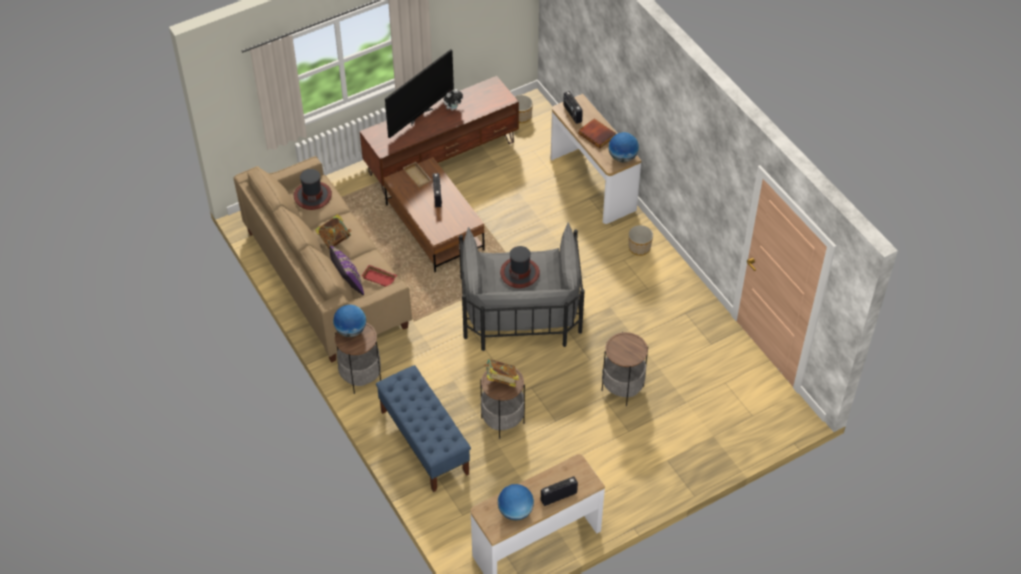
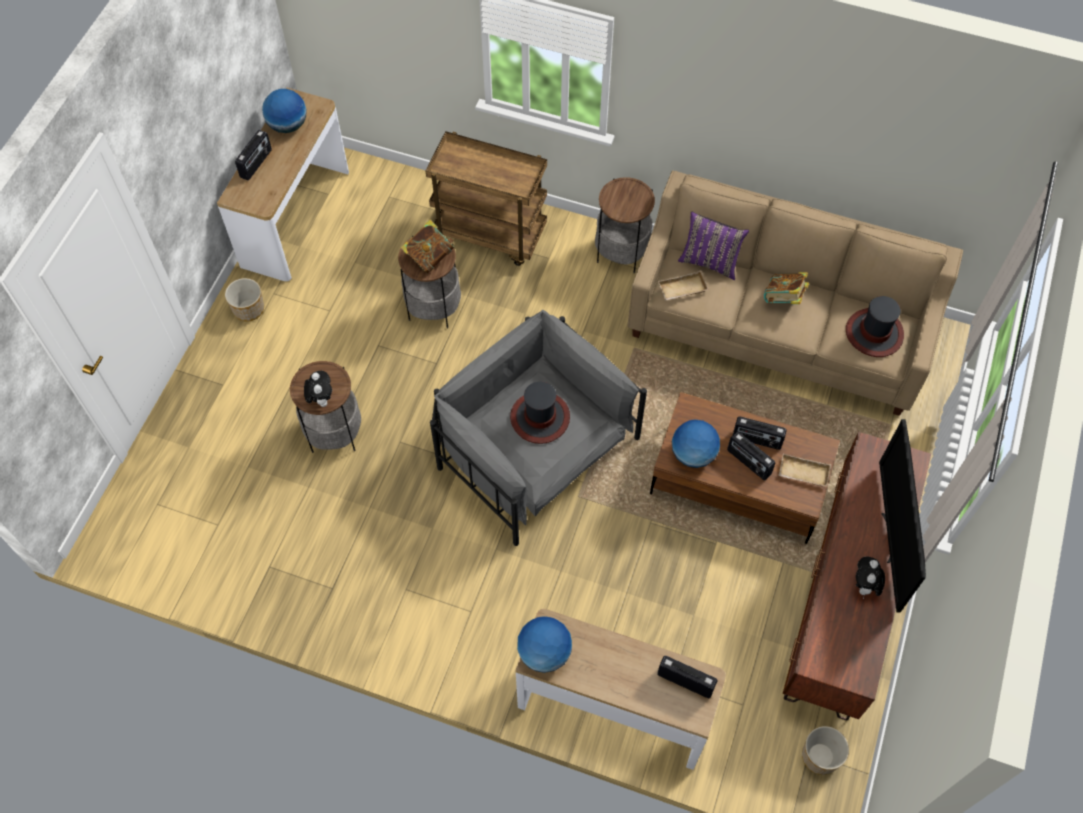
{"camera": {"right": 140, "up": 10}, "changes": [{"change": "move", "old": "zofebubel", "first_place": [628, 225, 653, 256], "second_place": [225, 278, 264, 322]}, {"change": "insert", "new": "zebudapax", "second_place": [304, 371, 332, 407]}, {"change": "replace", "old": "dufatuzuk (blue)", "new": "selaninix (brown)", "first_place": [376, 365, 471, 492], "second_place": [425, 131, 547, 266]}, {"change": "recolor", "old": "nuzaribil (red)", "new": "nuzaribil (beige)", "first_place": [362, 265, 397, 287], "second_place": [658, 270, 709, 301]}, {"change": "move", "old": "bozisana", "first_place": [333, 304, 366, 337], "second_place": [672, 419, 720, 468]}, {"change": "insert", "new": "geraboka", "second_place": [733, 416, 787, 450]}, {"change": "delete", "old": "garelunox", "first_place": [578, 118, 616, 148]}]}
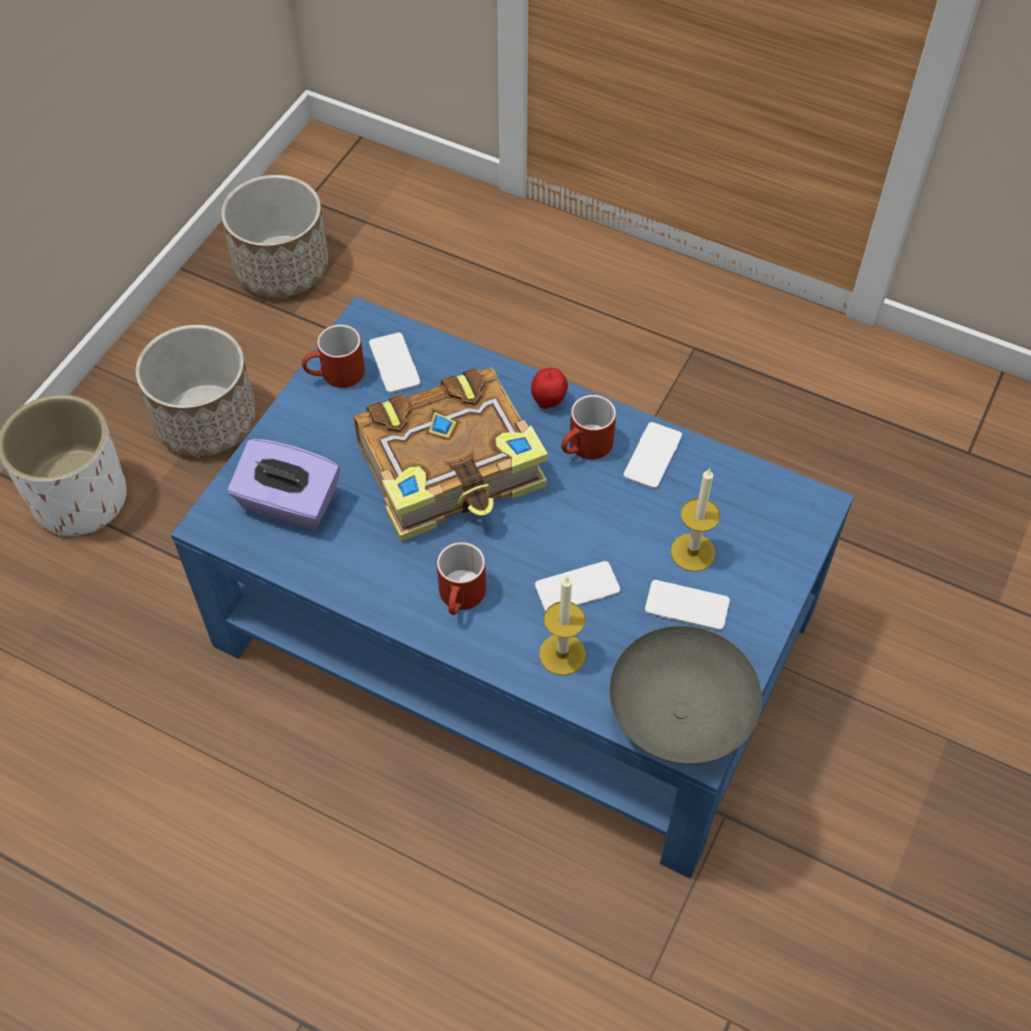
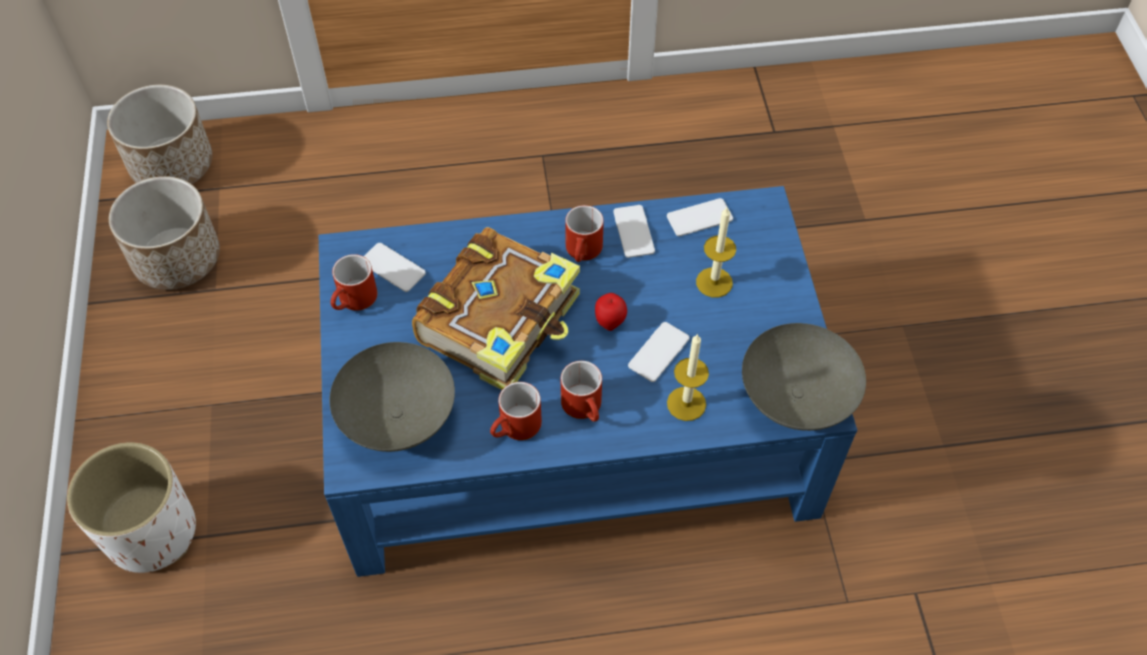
{"camera": {"right": -35, "up": 0}, "changes": [{"change": "move", "old": "zofebubel", "first_place": [135, 325, 256, 457], "second_place": [107, 85, 212, 184]}, {"change": "replace", "old": "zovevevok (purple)", "new": "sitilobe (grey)", "first_place": [228, 439, 340, 530], "second_place": [329, 342, 455, 452]}, {"change": "insert", "new": "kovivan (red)", "second_place": [490, 382, 542, 440]}, {"change": "move", "old": "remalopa", "first_place": [531, 368, 568, 409], "second_place": [595, 293, 627, 331]}, {"change": "move", "old": "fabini", "first_place": [645, 580, 730, 630], "second_place": [667, 198, 733, 236]}]}
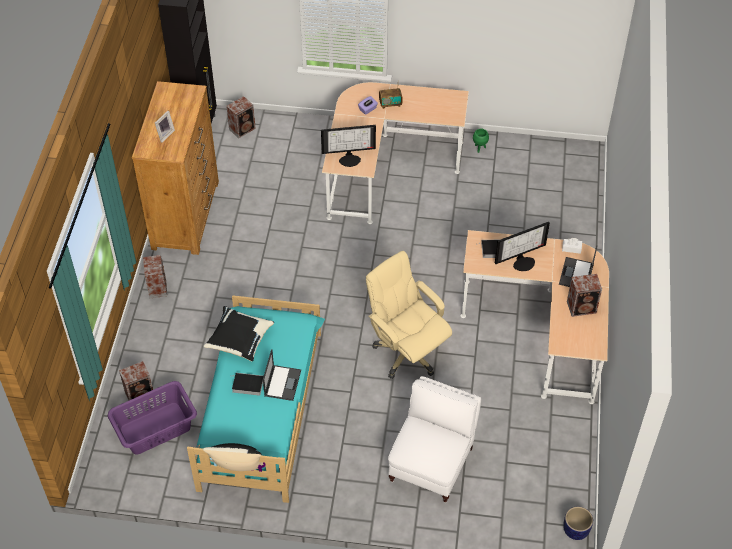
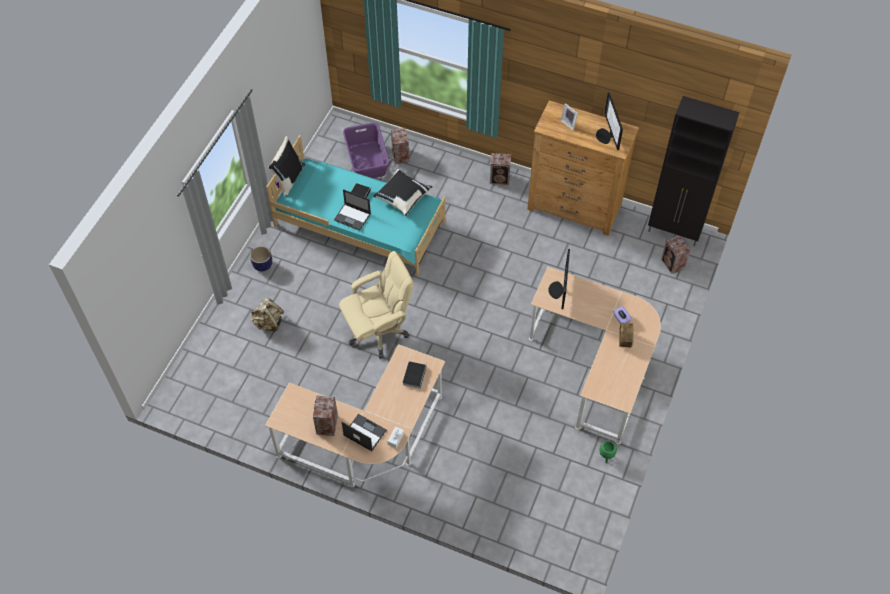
{"camera": {"right": 105, "up": 5}, "changes": [{"change": "move", "old": "zofebubel", "first_place": [563, 506, 593, 540], "second_place": [250, 246, 272, 271]}, {"change": "replace", "old": "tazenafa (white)", "new": "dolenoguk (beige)", "first_place": [388, 376, 481, 503], "second_place": [251, 298, 284, 332]}, {"change": "move", "old": "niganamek", "first_place": [495, 222, 550, 271], "second_place": [596, 92, 623, 150]}]}
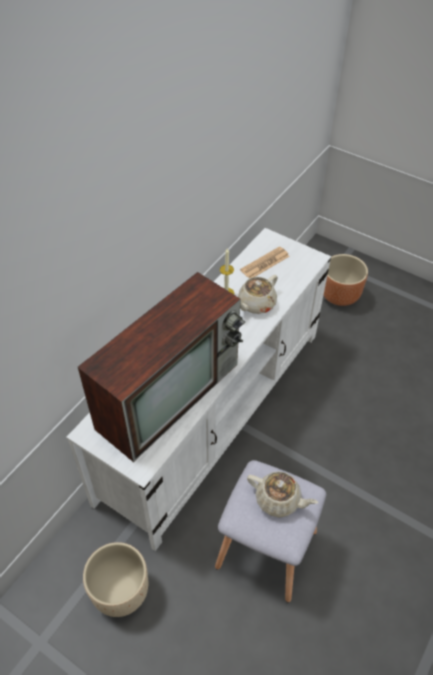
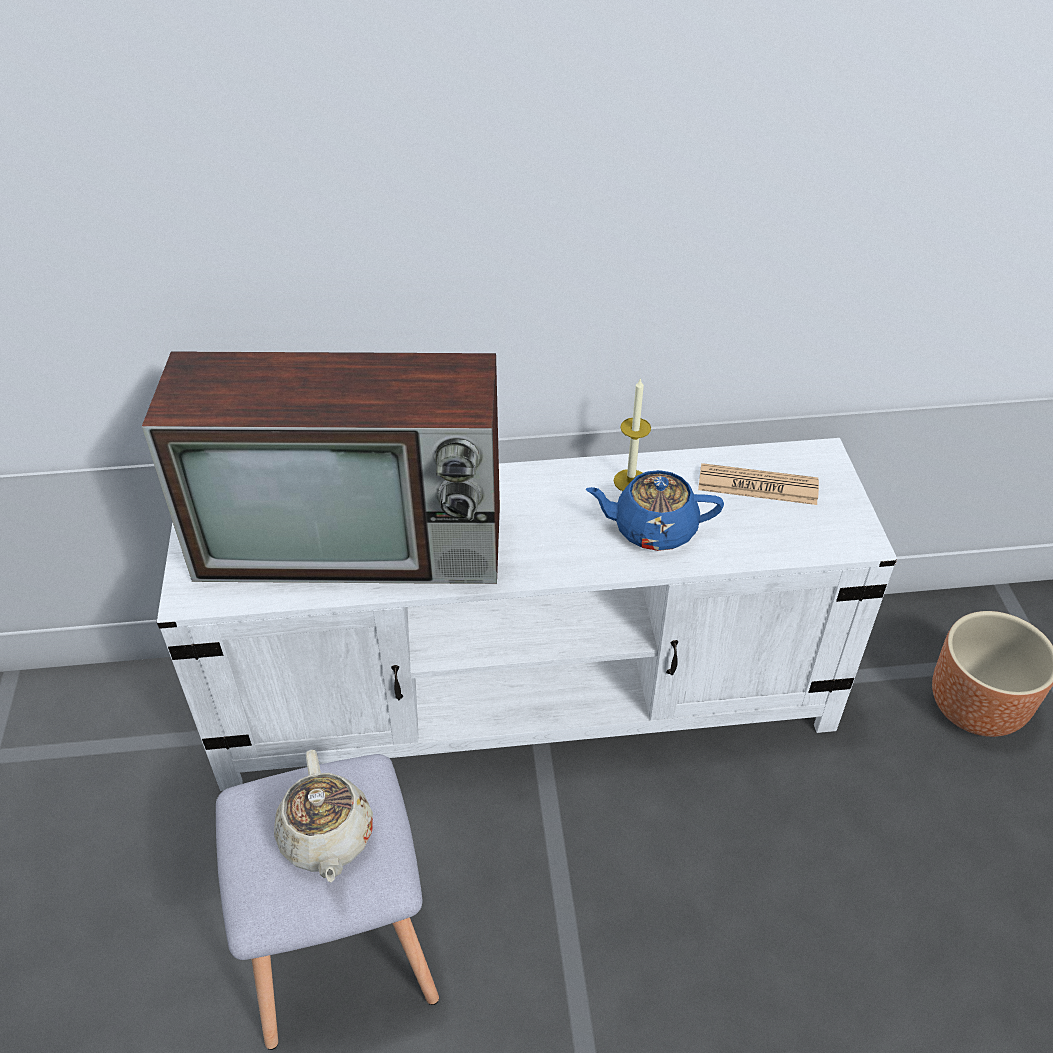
{"camera": {"right": 50, "up": -5}, "changes": [{"change": "recolor", "old": "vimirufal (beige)", "new": "vimirufal (blue)", "first_place": [238, 275, 278, 314], "second_place": [585, 470, 724, 551]}, {"change": "delete", "old": "zofebubel (beige)", "first_place": [83, 542, 148, 617]}]}
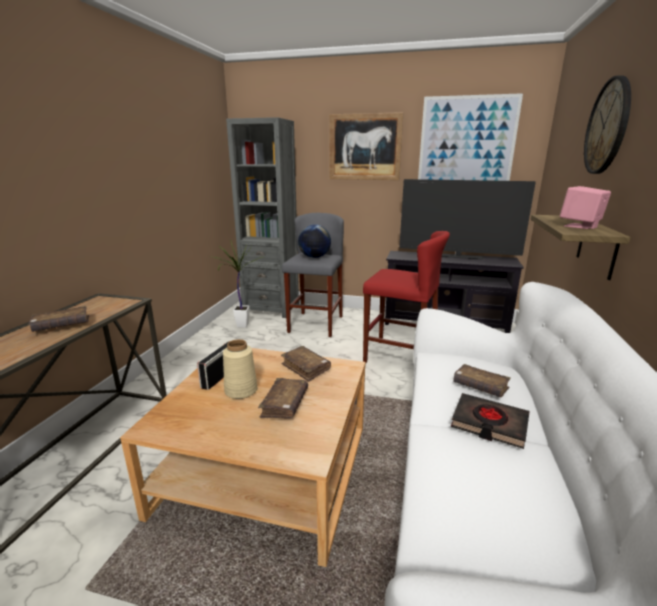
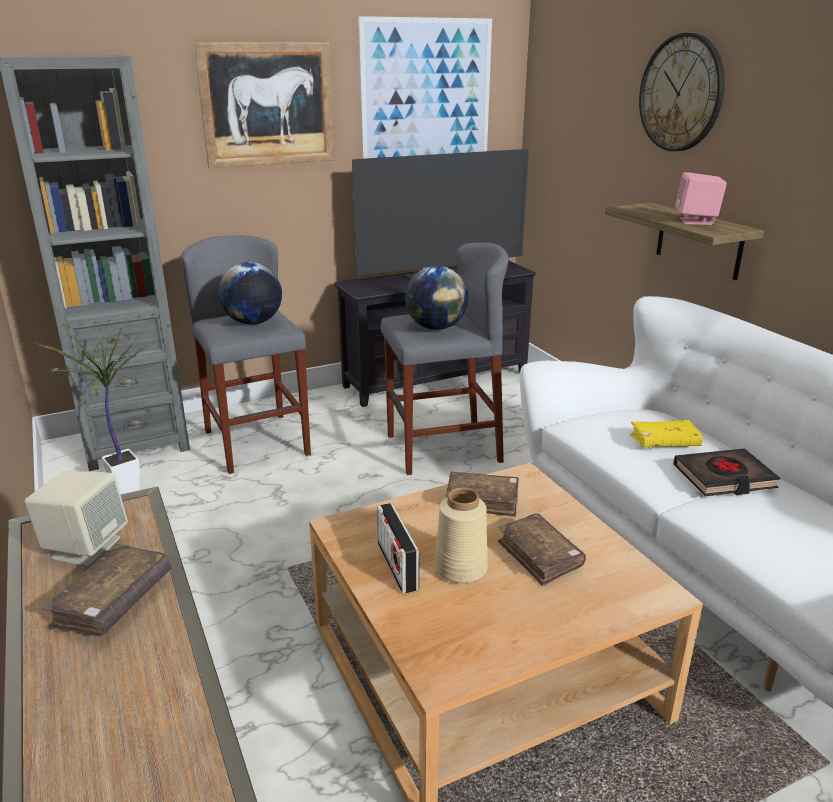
{"camera": {"right": -40, "up": 5}, "changes": [{"change": "insert", "new": "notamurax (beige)", "second_place": [24, 471, 128, 567]}, {"change": "recolor", "old": "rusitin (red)", "new": "rusitin (grey)", "first_place": [363, 231, 450, 363], "second_place": [381, 243, 508, 475]}, {"change": "insert", "new": "bozisana", "second_place": [405, 266, 468, 330]}, {"change": "recolor", "old": "garelunox (brown)", "new": "garelunox (yellow)", "first_place": [453, 364, 511, 397], "second_place": [630, 420, 703, 447]}]}
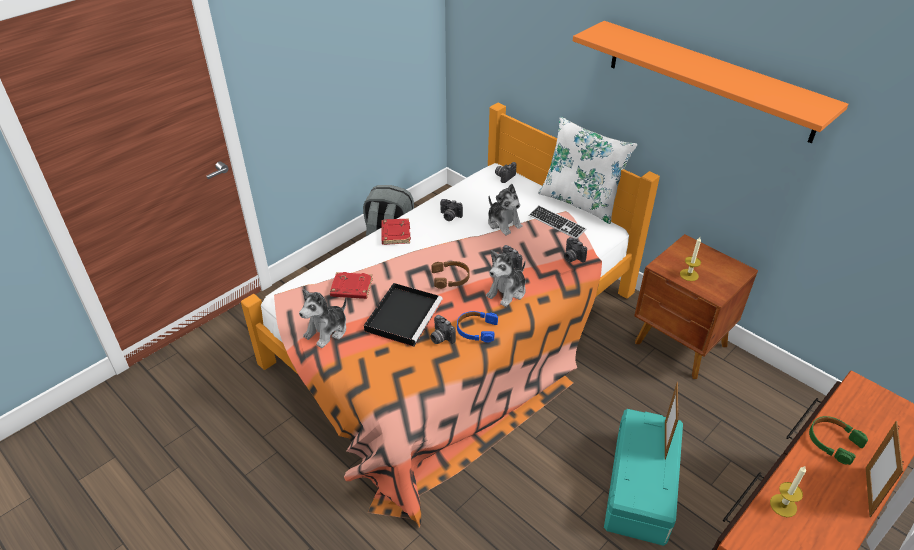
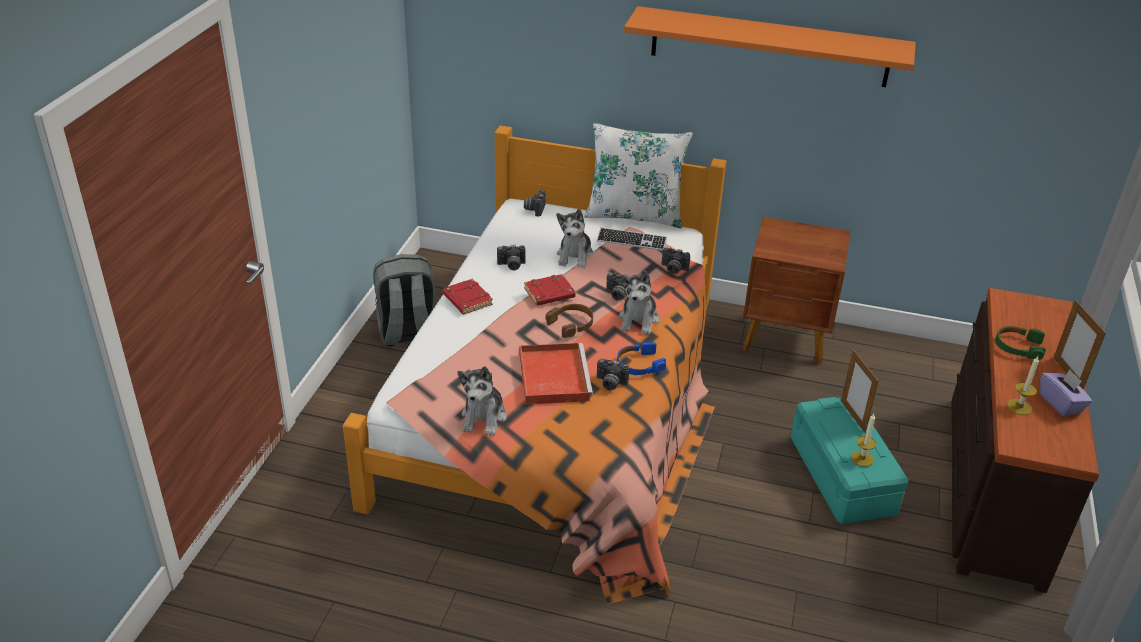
{"camera": {"right": -30, "up": -5}, "changes": [{"change": "recolor", "old": "nuzaribil (black)", "new": "nuzaribil (red)", "first_place": [364, 283, 443, 347], "second_place": [519, 343, 593, 405]}, {"change": "move", "old": "garelunox (red)", "first_place": [330, 272, 373, 299], "second_place": [524, 274, 576, 306]}, {"change": "rotate", "old": "zebudapax", "first_place": [488, 184, 523, 235], "second_place": [556, 209, 593, 268], "degrees": 75}, {"change": "move", "old": "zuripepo", "first_place": [680, 237, 701, 281], "second_place": [851, 414, 876, 467]}, {"change": "insert", "new": "zovevevok (purple)", "second_place": [1040, 369, 1092, 417]}]}
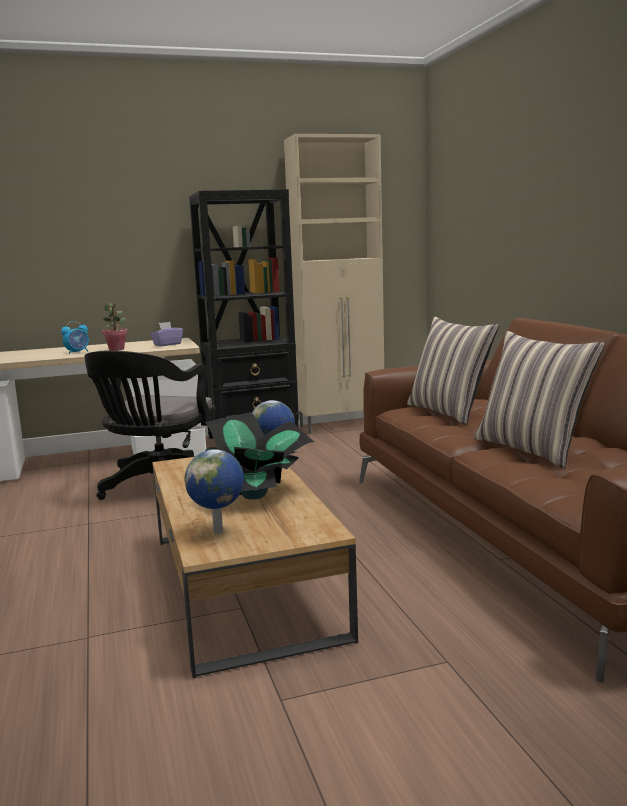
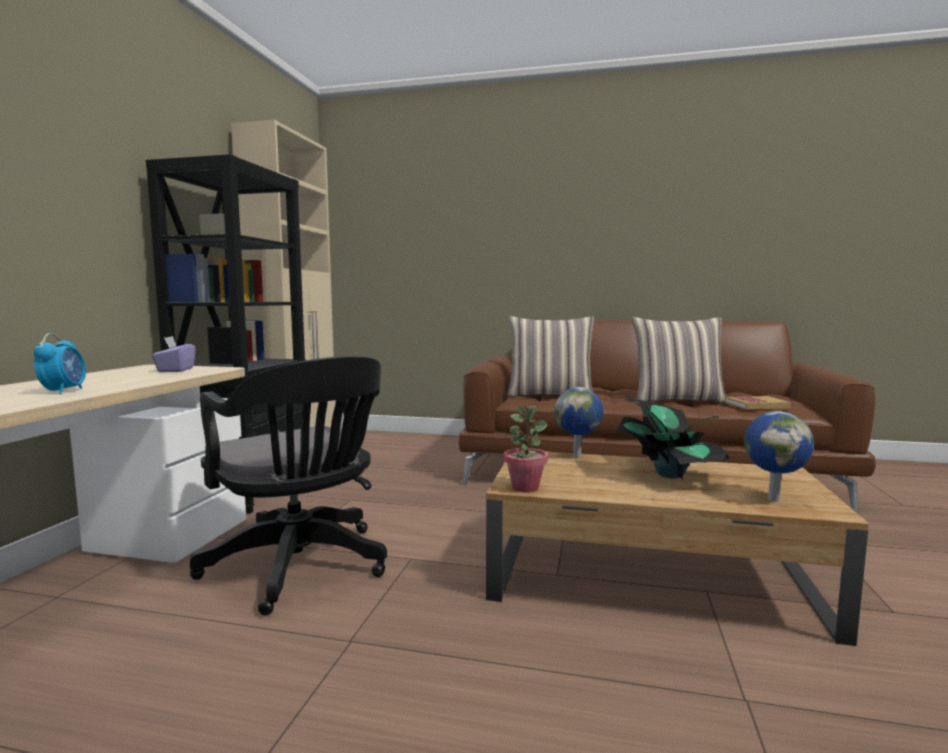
{"camera": {"right": -60, "up": -5}, "changes": [{"change": "move", "old": "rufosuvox", "first_place": [102, 303, 128, 351], "second_place": [504, 406, 548, 492]}, {"change": "insert", "new": "garelunox", "second_place": [725, 396, 791, 409]}]}
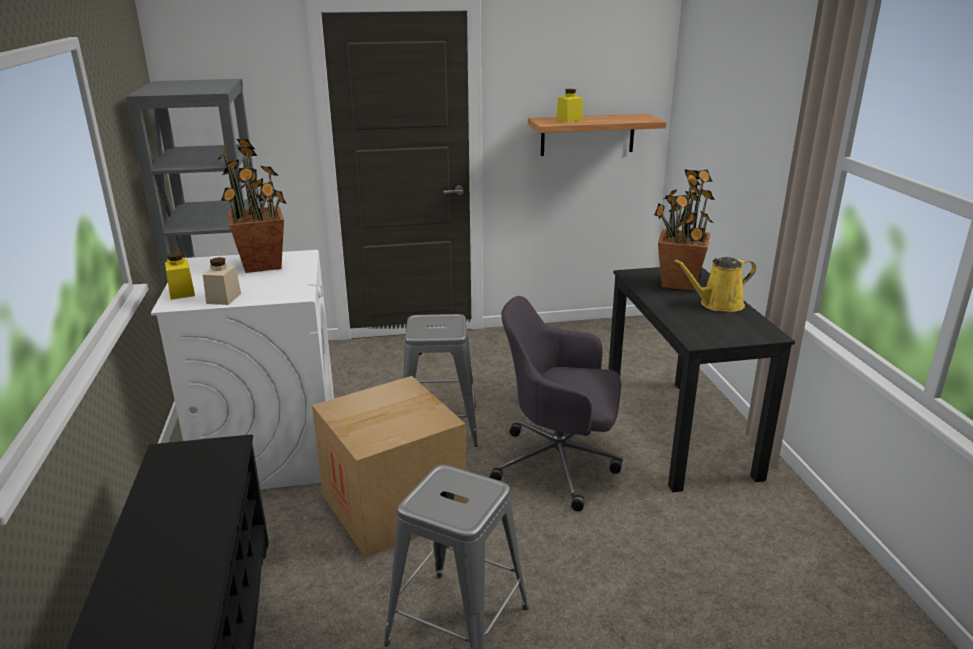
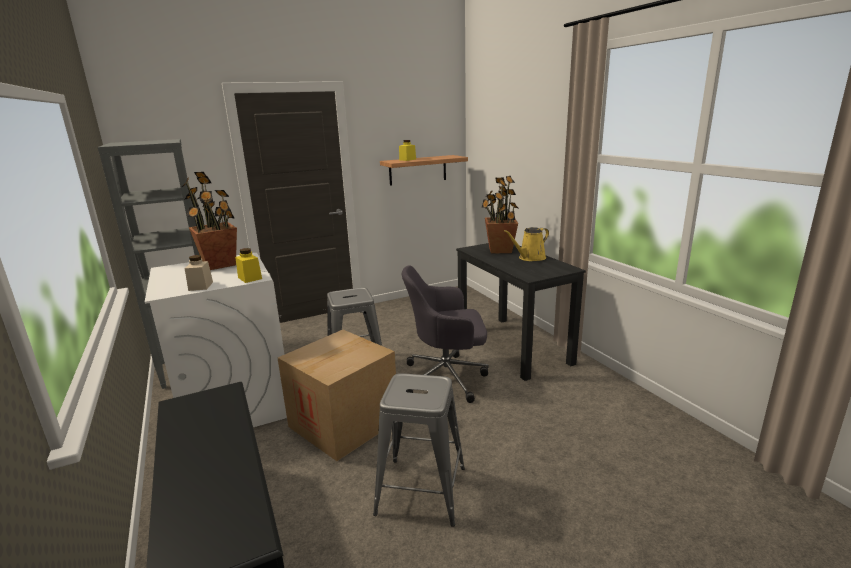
{"camera": {"right": -15, "up": -5}, "changes": [{"change": "move", "old": "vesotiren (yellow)", "first_place": [165, 252, 195, 300], "second_place": [235, 248, 262, 283]}]}
